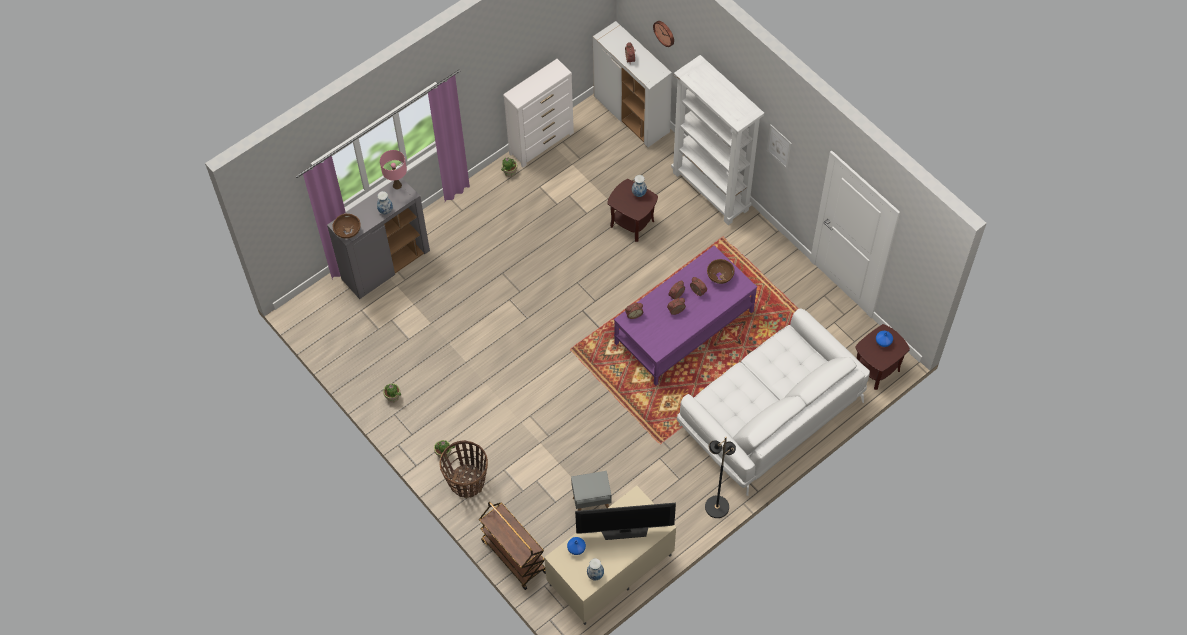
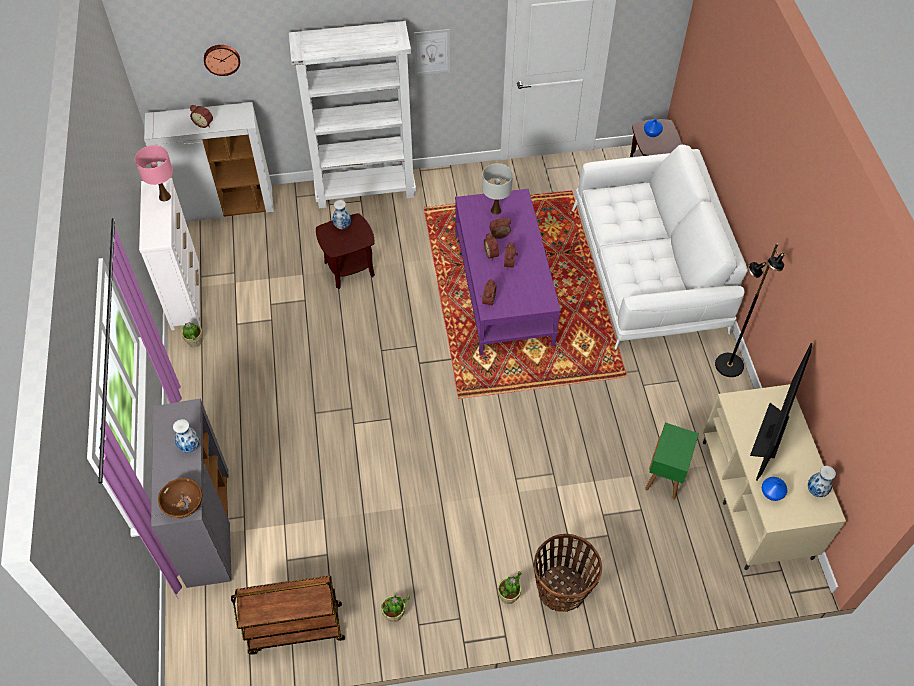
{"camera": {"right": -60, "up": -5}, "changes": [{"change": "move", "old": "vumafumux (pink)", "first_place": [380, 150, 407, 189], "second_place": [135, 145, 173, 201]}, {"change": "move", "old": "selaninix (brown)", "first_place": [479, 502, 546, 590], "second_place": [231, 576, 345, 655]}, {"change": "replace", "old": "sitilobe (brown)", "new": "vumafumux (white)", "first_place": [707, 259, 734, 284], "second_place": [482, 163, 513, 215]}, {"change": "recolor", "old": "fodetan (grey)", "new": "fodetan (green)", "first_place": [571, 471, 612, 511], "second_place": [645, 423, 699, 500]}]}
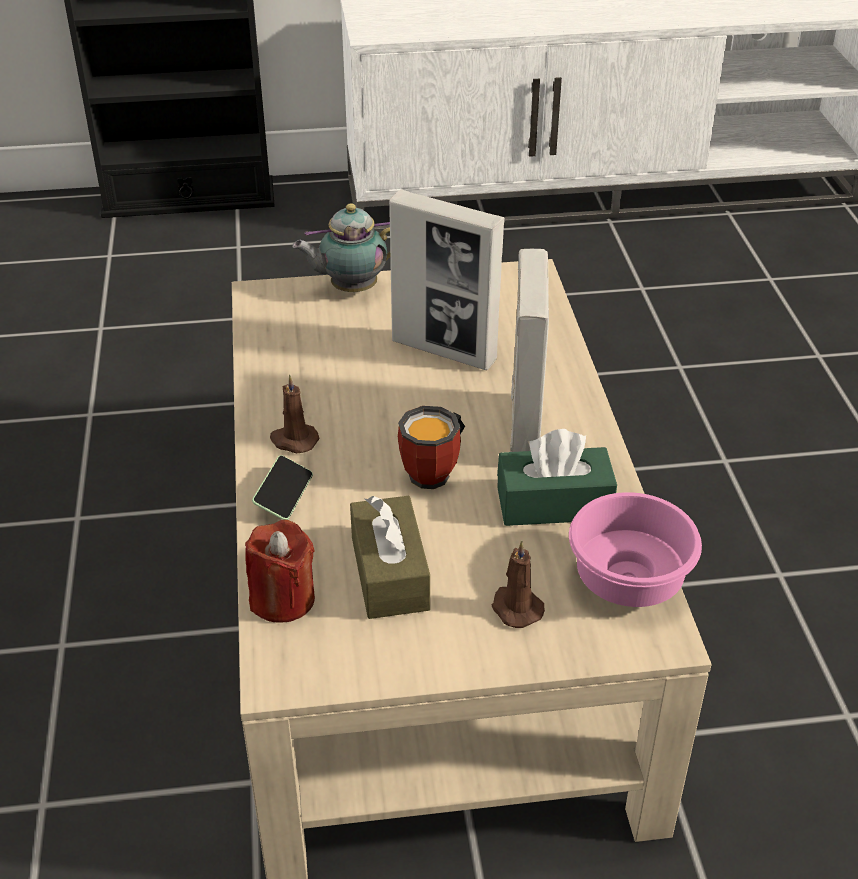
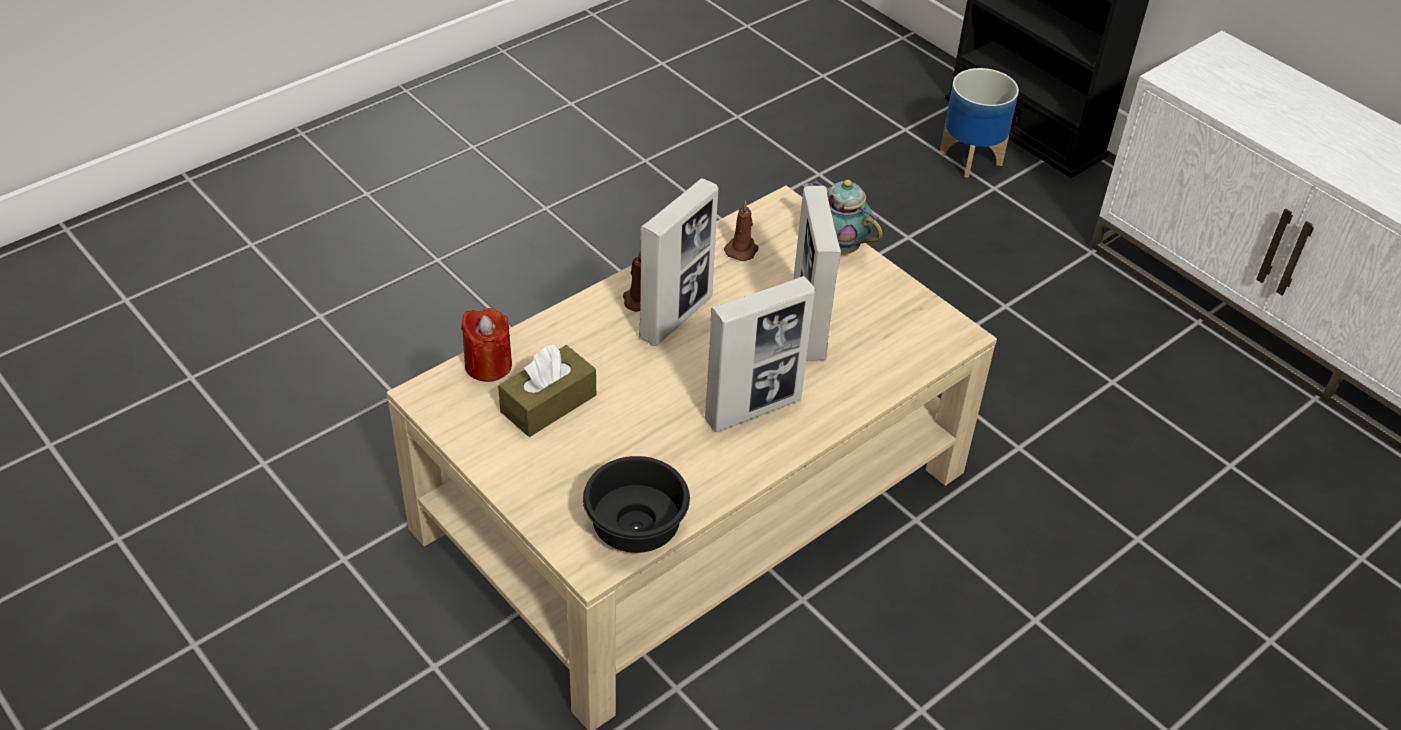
{"camera": {"right": 55, "up": 5}, "changes": [{"change": "recolor", "old": "sitilobe (pink)", "new": "sitilobe (black)", "first_place": [569, 492, 702, 607], "second_place": [583, 456, 690, 553]}, {"change": "insert", "new": "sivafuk", "second_place": [639, 178, 718, 346]}, {"change": "move", "old": "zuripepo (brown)", "first_place": [492, 540, 545, 628], "second_place": [724, 201, 759, 261]}, {"change": "insert", "new": "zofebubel", "second_place": [940, 68, 1019, 178]}, {"change": "delete", "old": "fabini", "first_place": [252, 455, 313, 520]}, {"change": "delete", "old": "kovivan", "first_place": [398, 406, 465, 489]}, {"change": "delete", "old": "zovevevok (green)", "first_place": [497, 429, 617, 526]}]}
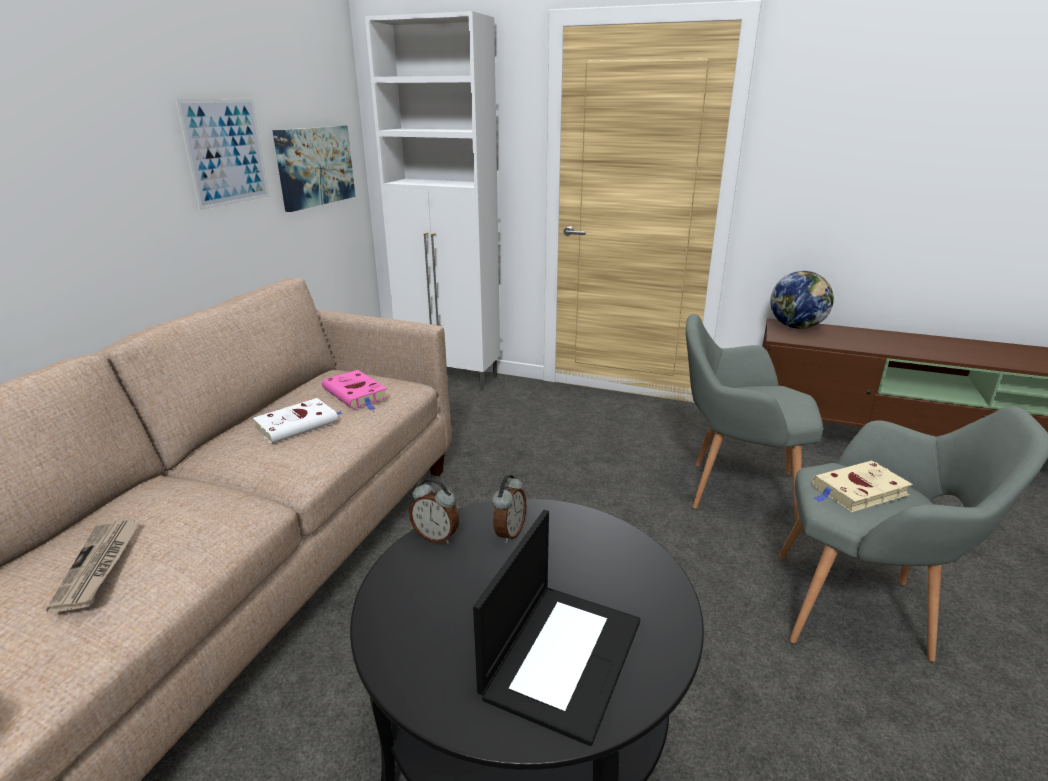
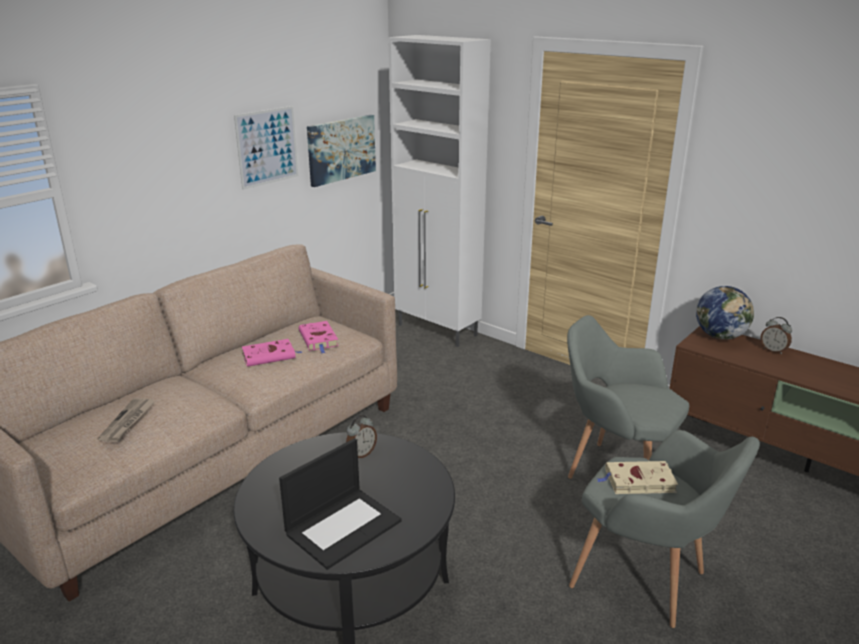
{"camera": {"right": 20, "up": 0}, "changes": [{"change": "recolor", "old": "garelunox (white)", "new": "garelunox (pink)", "first_place": [253, 398, 342, 444], "second_place": [242, 339, 303, 367]}, {"change": "move", "old": "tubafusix", "first_place": [409, 478, 459, 544], "second_place": [760, 317, 792, 354]}]}
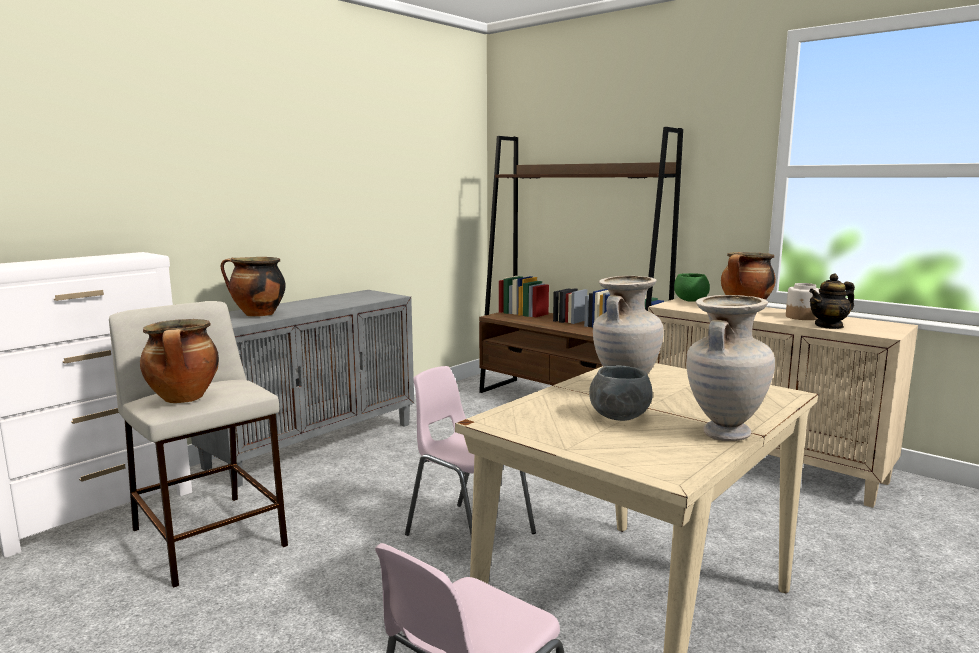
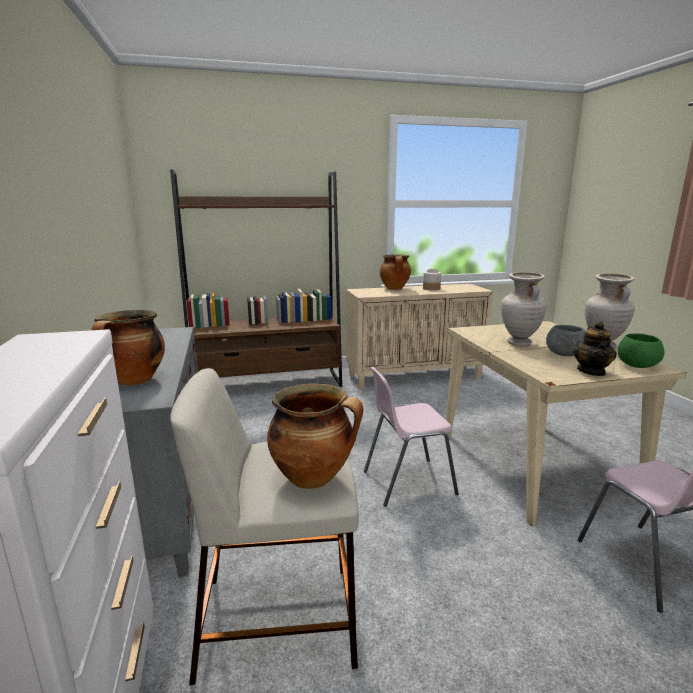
{"camera": {"right": -55, "up": 5}, "changes": [{"change": "move", "old": "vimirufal", "first_place": [809, 273, 855, 329], "second_place": [573, 321, 617, 376]}, {"change": "move", "old": "sitilobe (green)", "first_place": [674, 273, 710, 302], "second_place": [618, 334, 665, 368]}]}
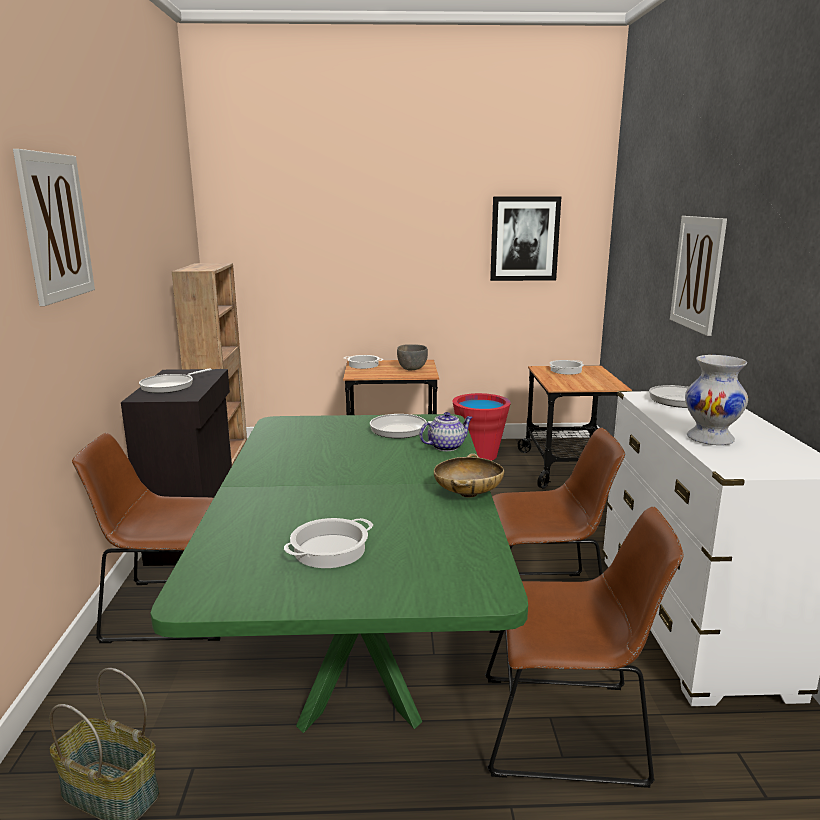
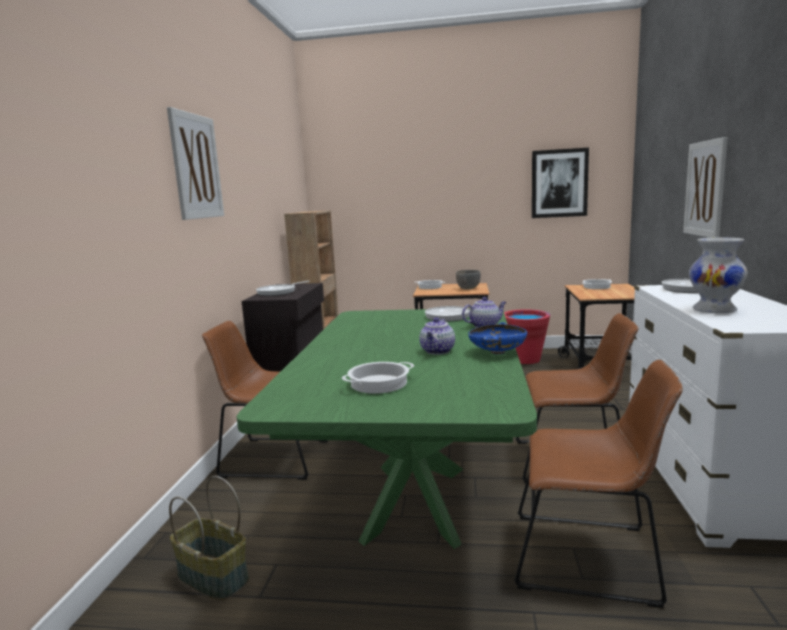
{"camera": {"right": 10, "up": -5}, "changes": [{"change": "insert", "new": "vimirufal", "second_place": [419, 317, 455, 355]}, {"change": "recolor", "old": "sitilobe (beige)", "new": "sitilobe (blue)", "first_place": [434, 453, 504, 498], "second_place": [468, 322, 527, 355]}]}
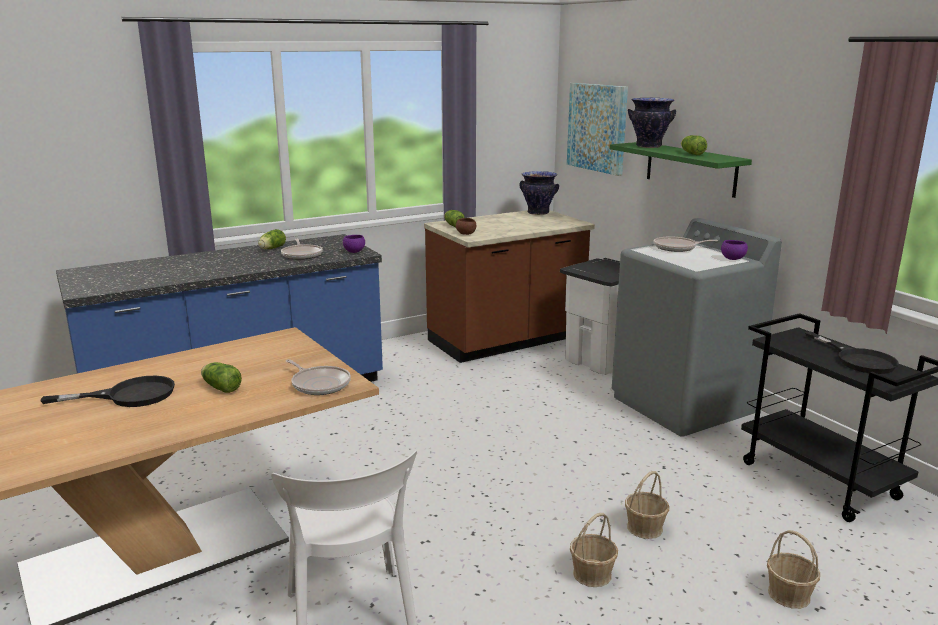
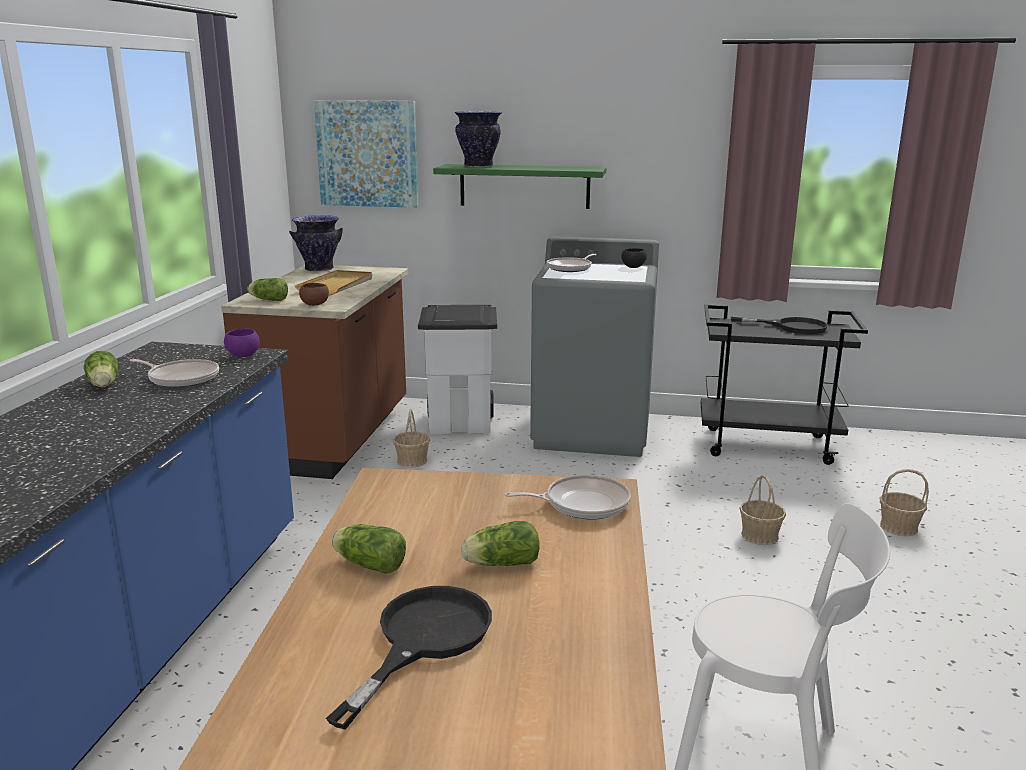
{"camera": {"right": -50, "up": 0}, "changes": [{"change": "insert", "new": "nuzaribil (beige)", "second_place": [294, 270, 372, 296]}, {"change": "move", "old": "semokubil", "first_place": [681, 135, 707, 155], "second_place": [332, 524, 406, 574]}, {"change": "move", "old": "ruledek", "first_place": [570, 513, 618, 587], "second_place": [393, 409, 430, 468]}, {"change": "recolor", "old": "sitilobe (purple)", "new": "sitilobe (black)", "first_place": [721, 240, 748, 260], "second_place": [621, 248, 647, 268]}]}
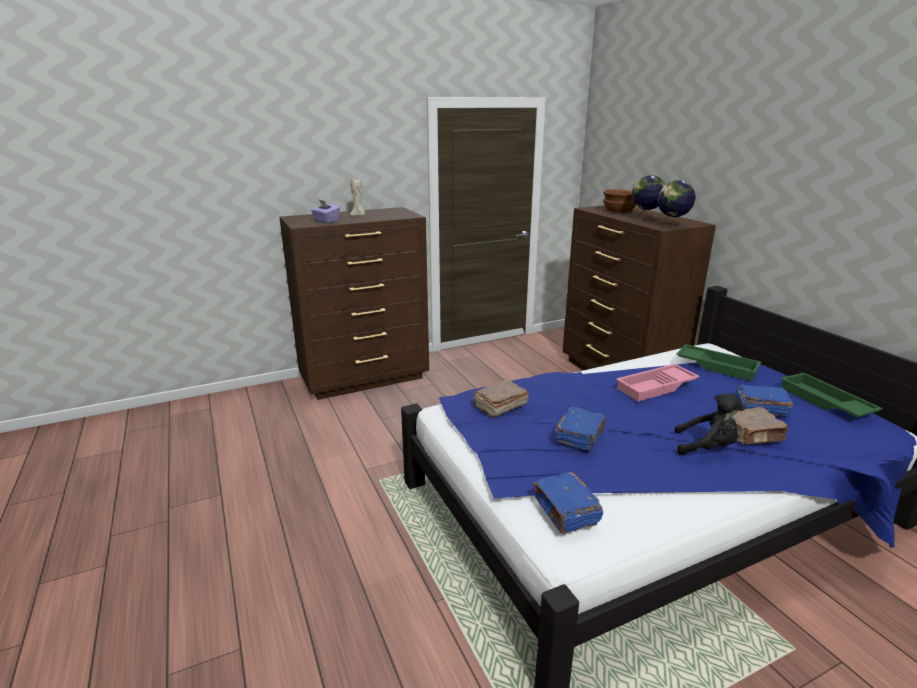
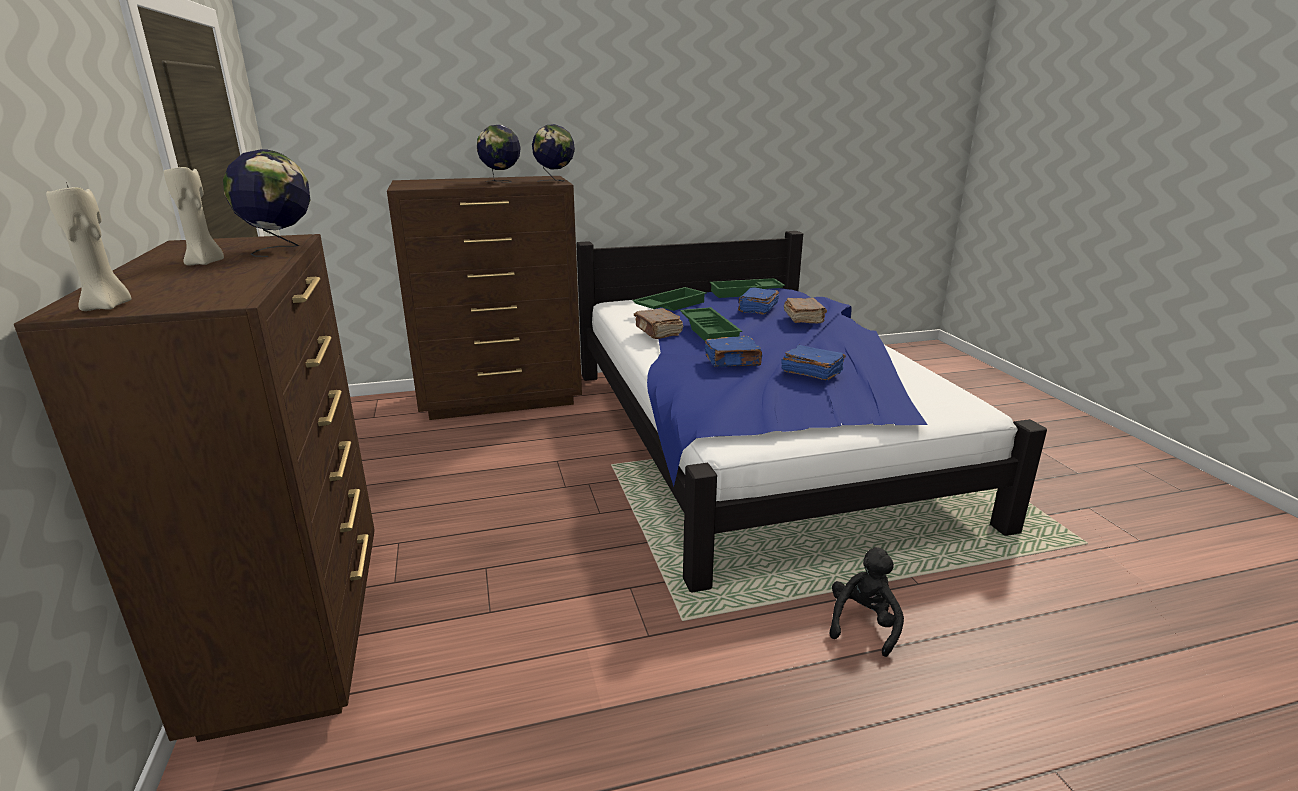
{"camera": {"right": -80, "up": 0}, "changes": [{"change": "insert", "new": "zuripepo (beige)", "second_place": [46, 182, 132, 311]}, {"change": "insert", "new": "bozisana", "second_place": [223, 149, 310, 257]}, {"change": "move", "old": "garelunox (brown)", "first_place": [473, 380, 528, 418], "second_place": [634, 308, 683, 339]}, {"change": "recolor", "old": "nuzaribil (pink)", "new": "nuzaribil (green)", "first_place": [616, 364, 700, 402], "second_place": [680, 307, 742, 341]}, {"change": "move", "old": "garelunox (blue)", "first_place": [533, 472, 603, 533], "second_place": [705, 336, 763, 367]}, {"change": "move", "old": "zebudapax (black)", "first_place": [675, 393, 745, 455], "second_place": [829, 547, 904, 657]}, {"change": "delete", "old": "zovevevok (purple)", "first_place": [311, 200, 340, 223]}, {"change": "delete", "old": "sitilobe (brown)", "first_place": [603, 189, 636, 213]}]}
